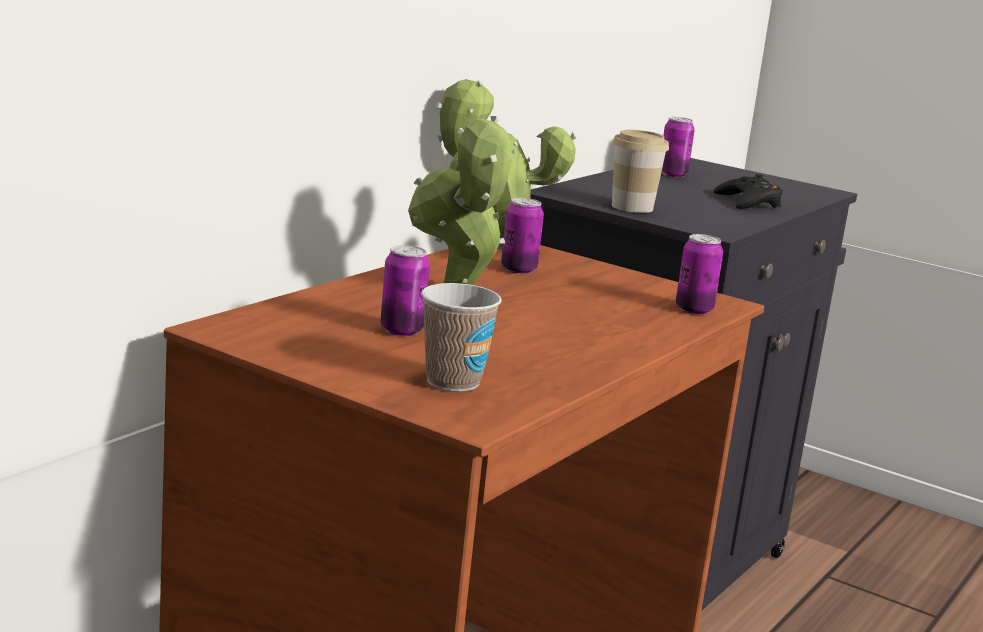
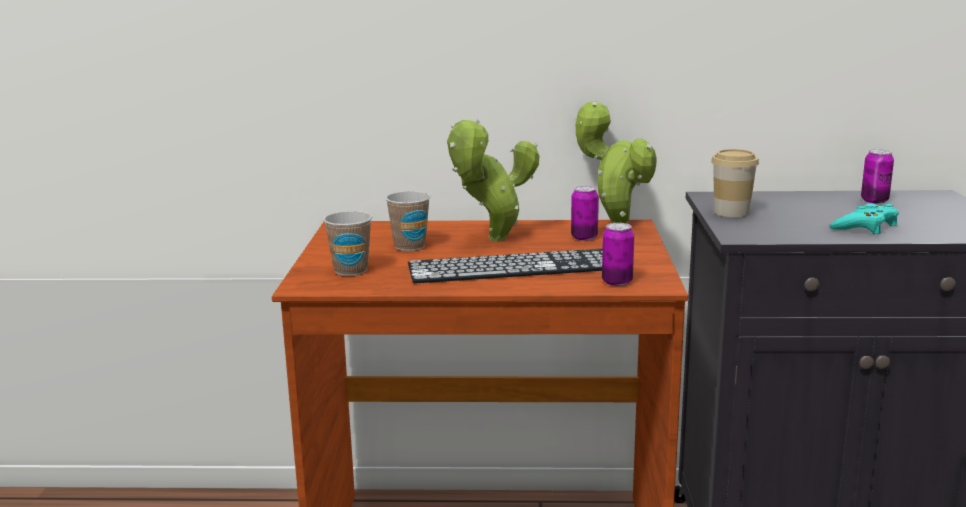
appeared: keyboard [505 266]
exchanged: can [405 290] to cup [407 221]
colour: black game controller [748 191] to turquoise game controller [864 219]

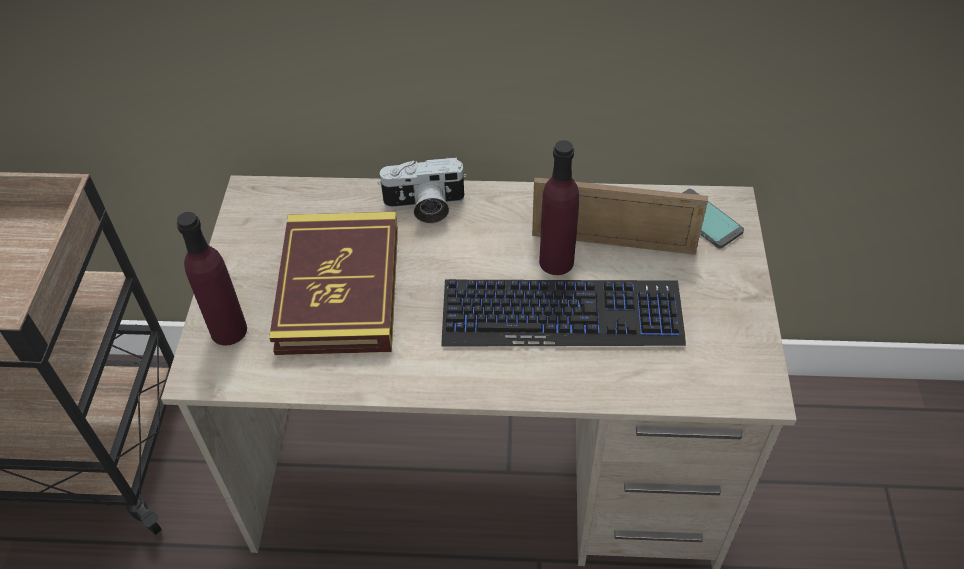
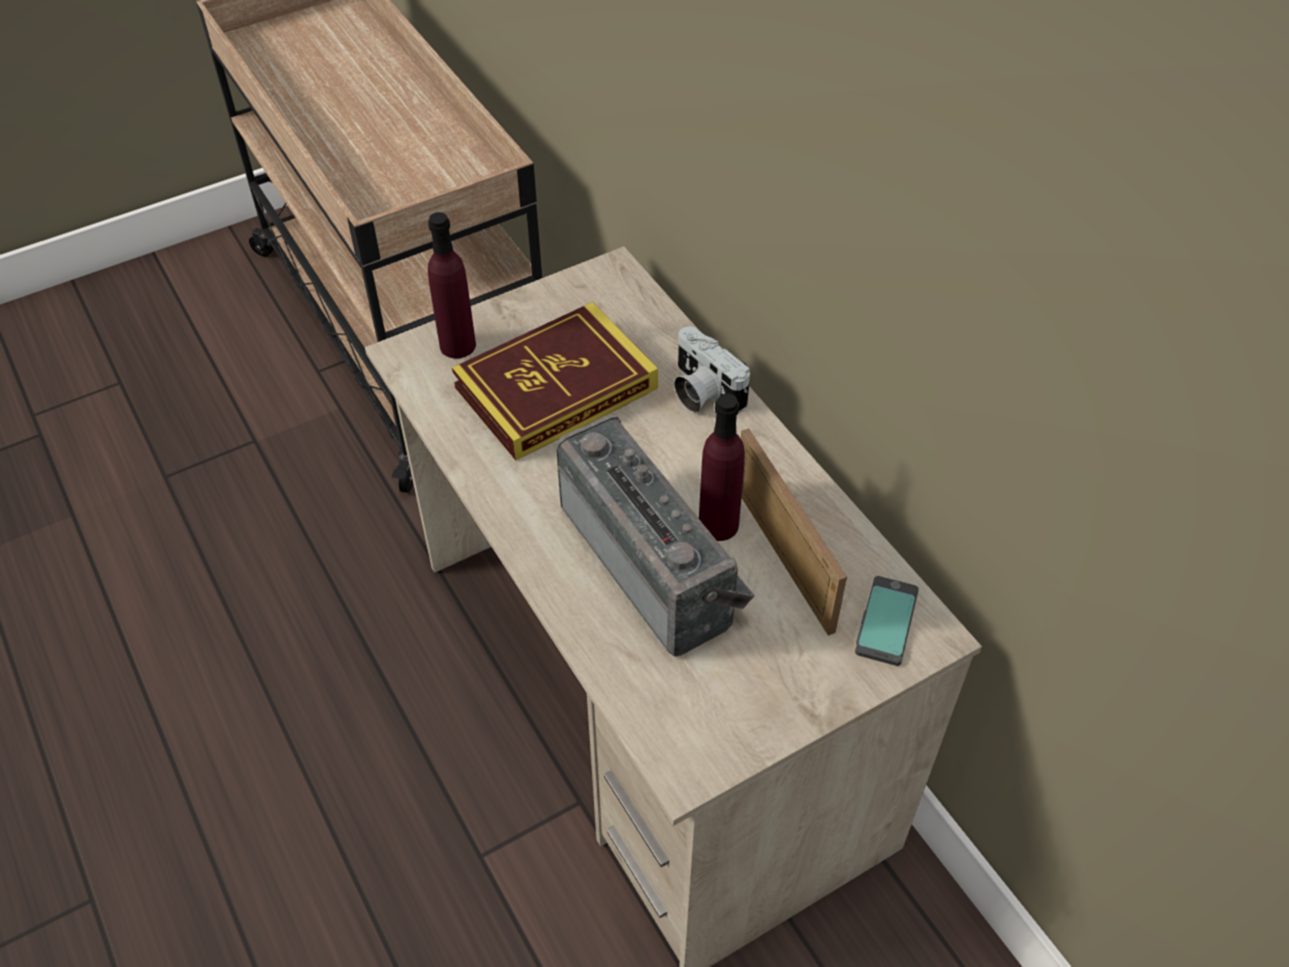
exchanged: keyboard [564 313] to radio [655 536]

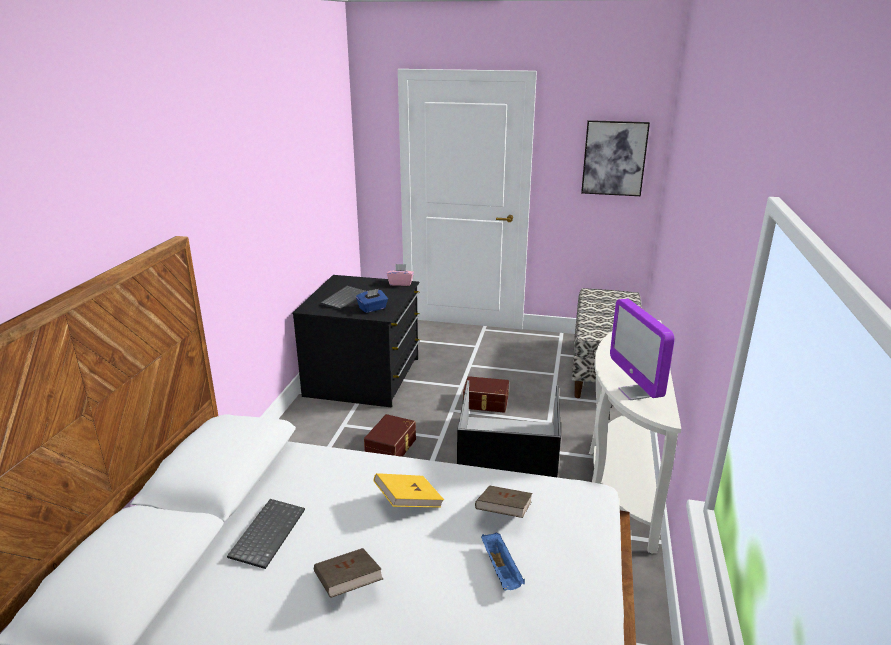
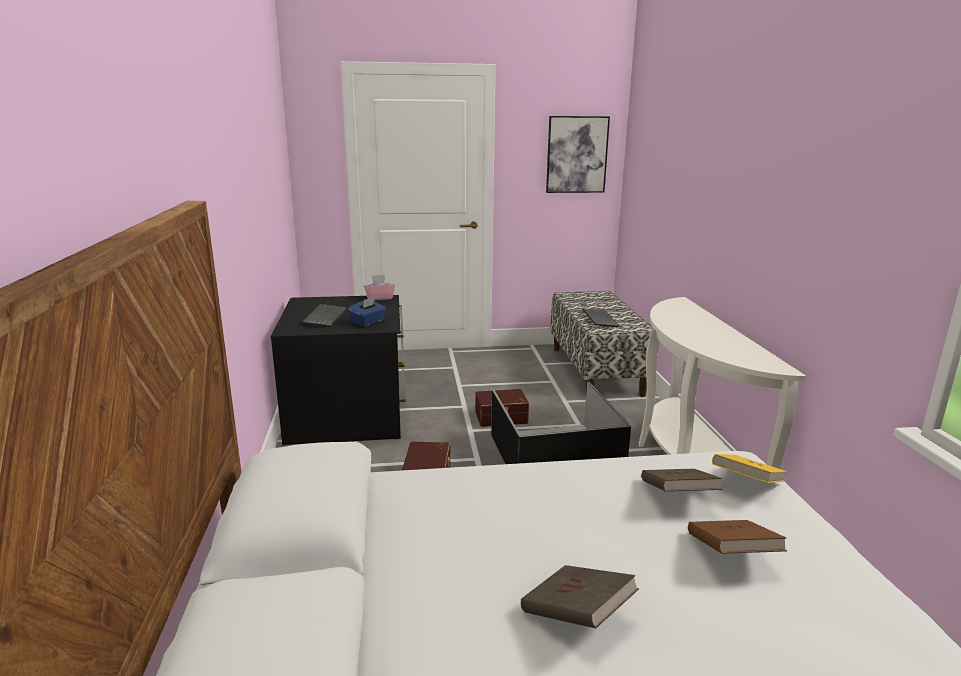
missing: monitor [642 349]
relocated: yellow book [409 490] to [749 468]; keyboard [266 534] to [601 317]
exchanged: blue tray [503 561] to brown book [737 537]

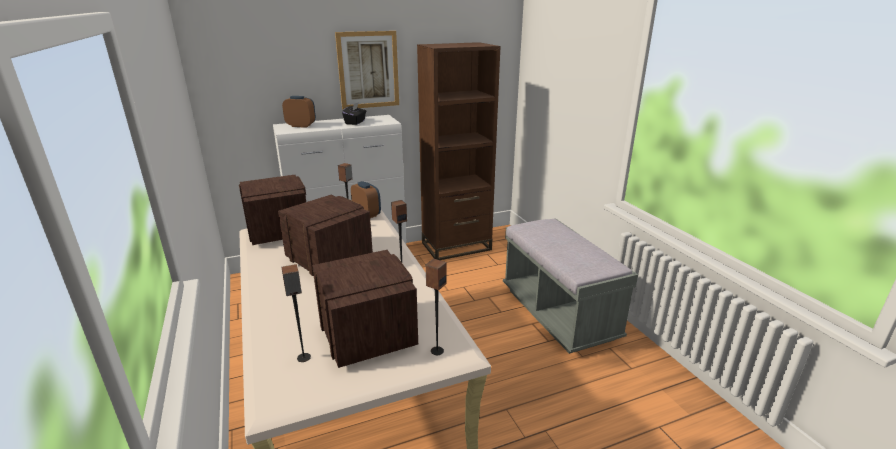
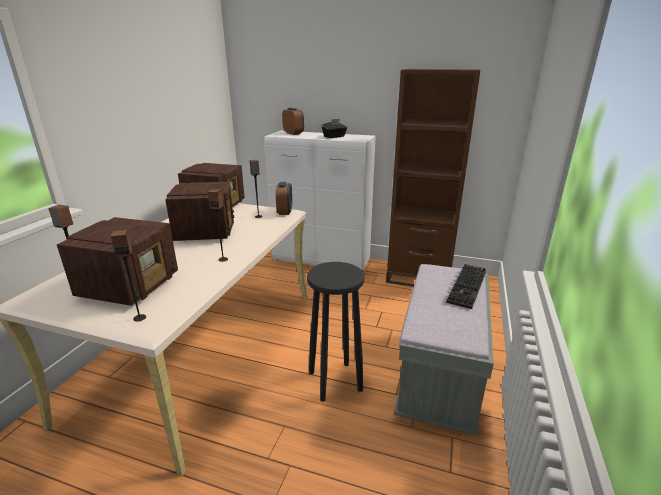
missing: picture [367 70]
appeared: black stool [335 332]; keyboard [466 286]

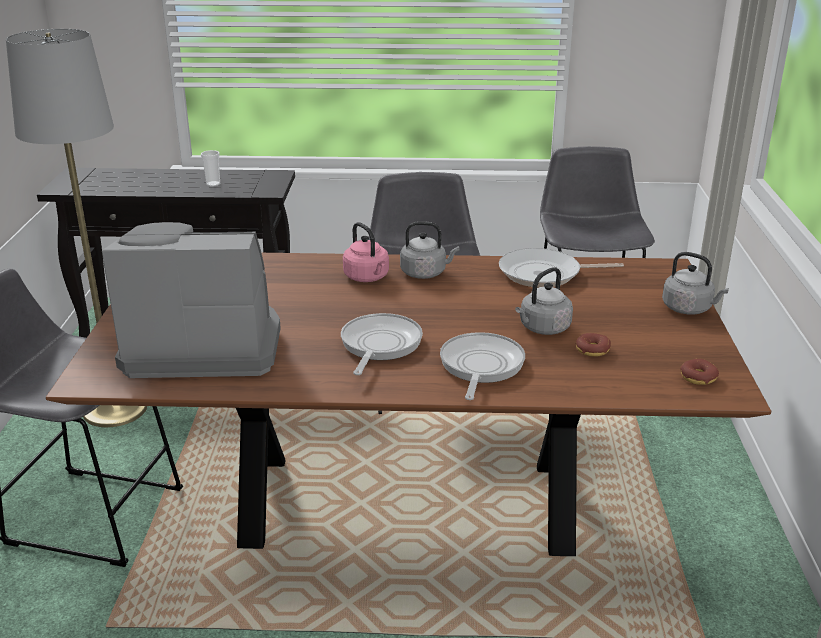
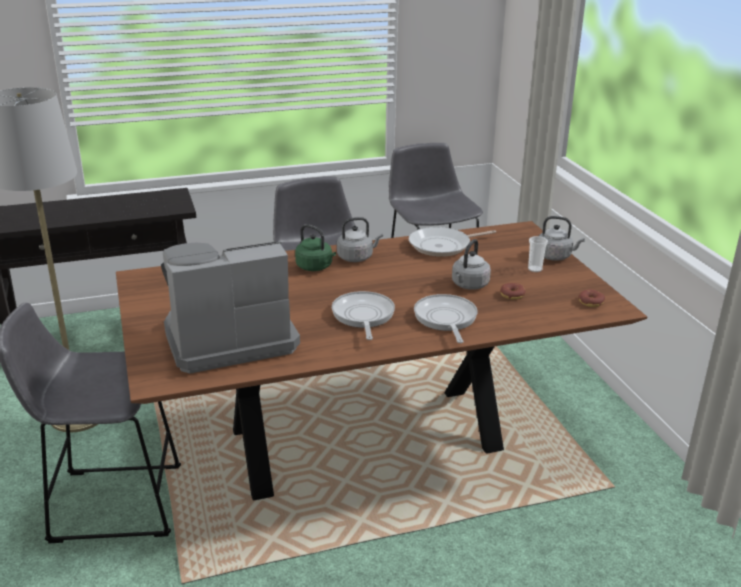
relocated: cup [210 168] to [538 254]
colour: pink kettle [366 252] to green kettle [315 247]

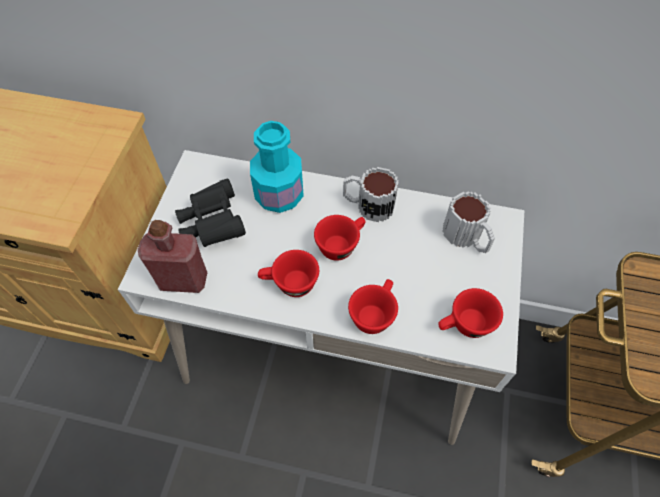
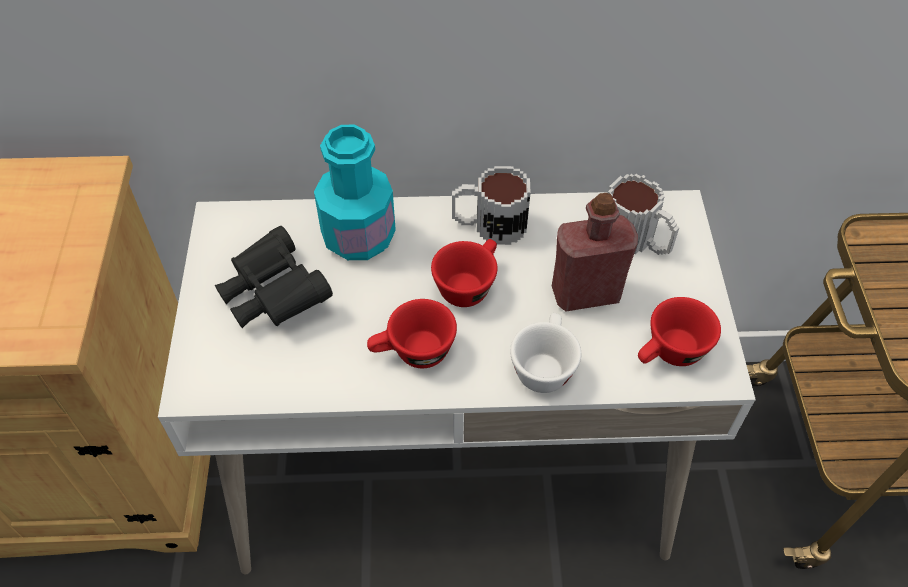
relocated: red bottle [172 256] to [595 252]
colour: red cup [373 306] to white cup [545 353]

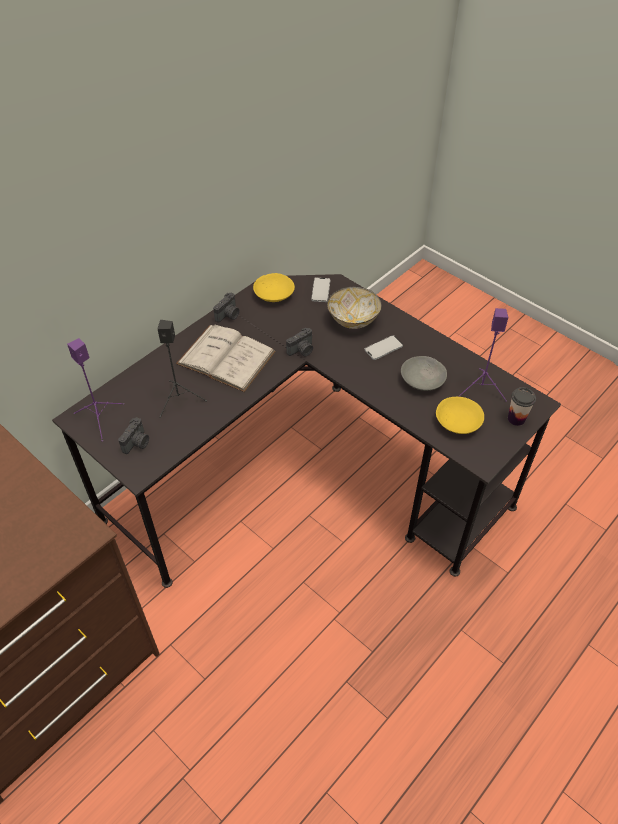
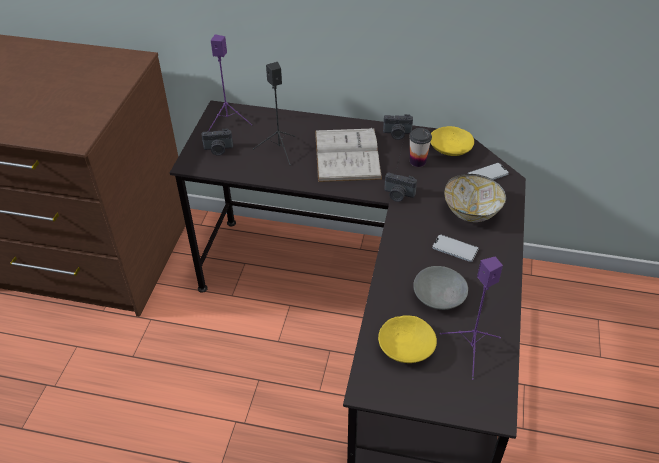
relocated: cup [522 406] to [420 147]

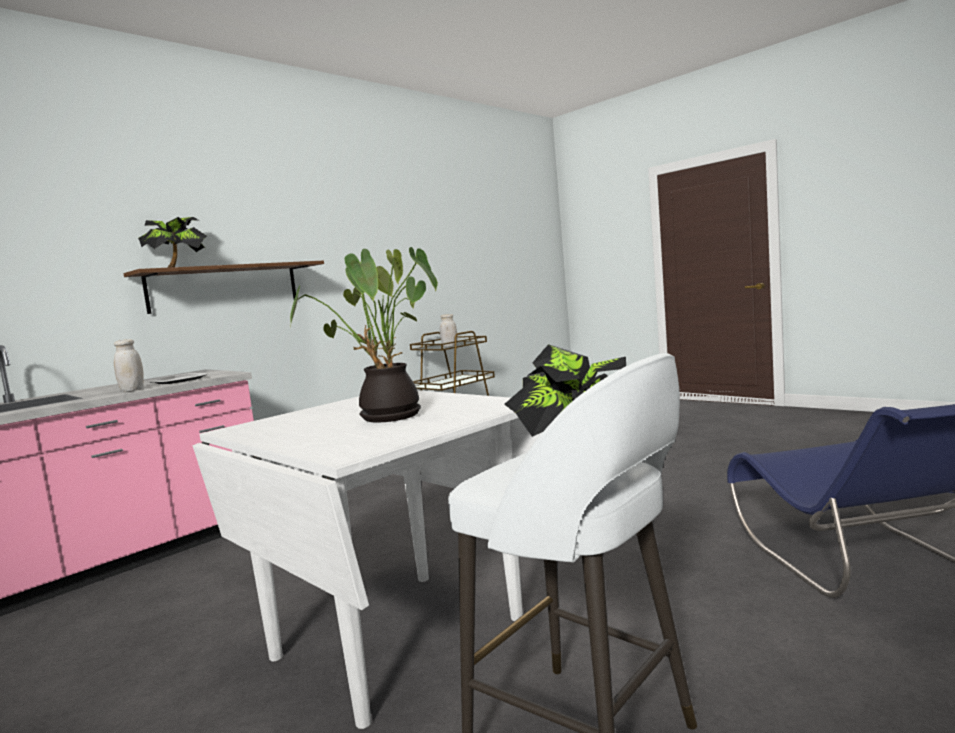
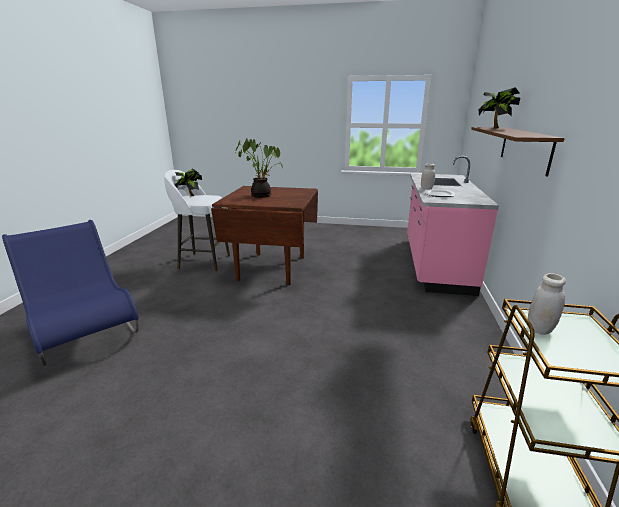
colour: white dining table [367 559] to brown dining table [264 235]

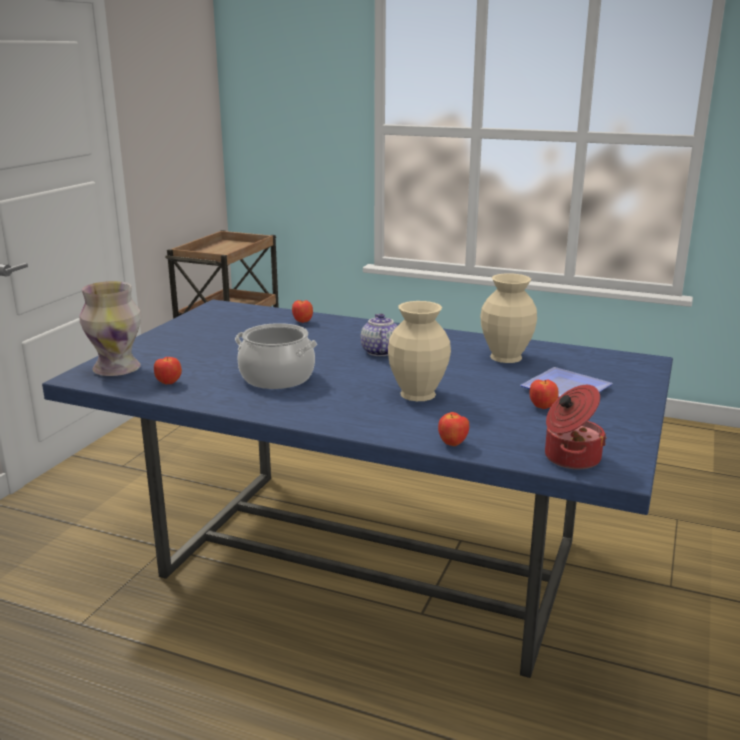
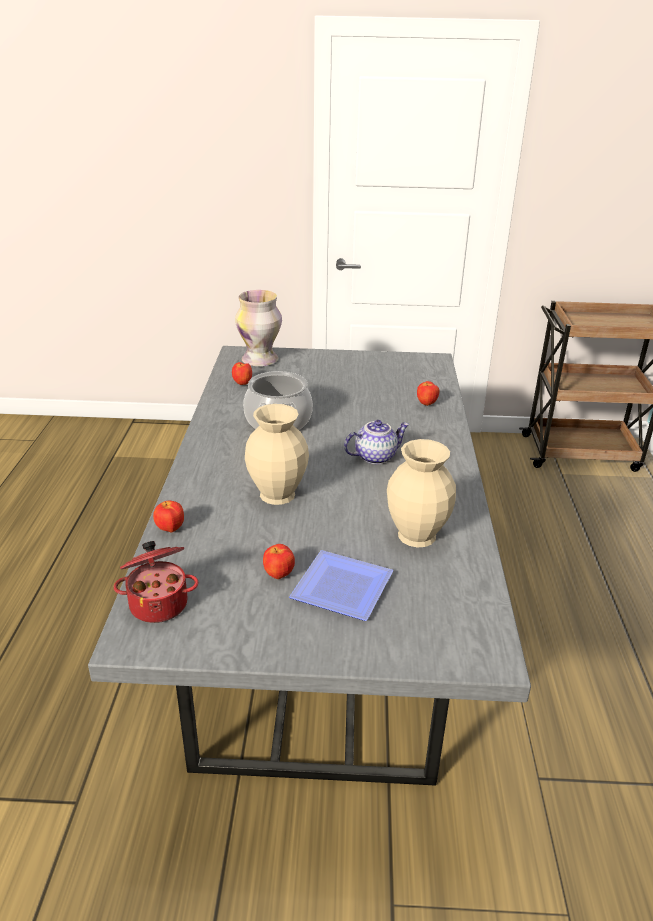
colour: blue dining table [357 489] to grey dining table [309 566]

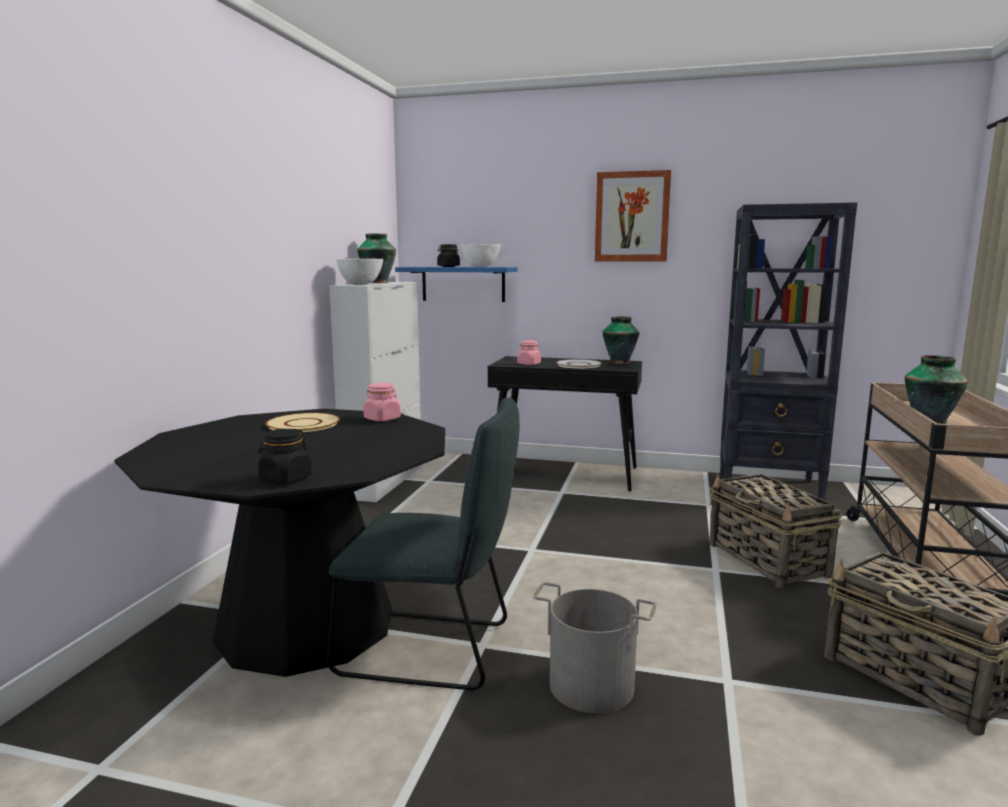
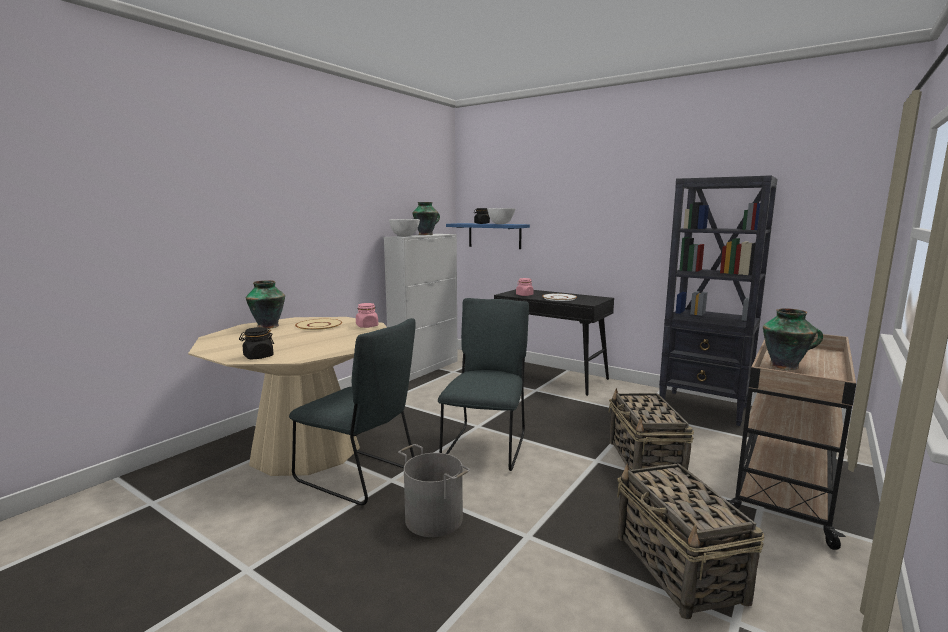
missing: picture [633 216]
appeared: grey chair [483 384]
relocated: vase [621 340] to [265 304]
colour: black dining table [279 543] to beige dining table [287 396]

